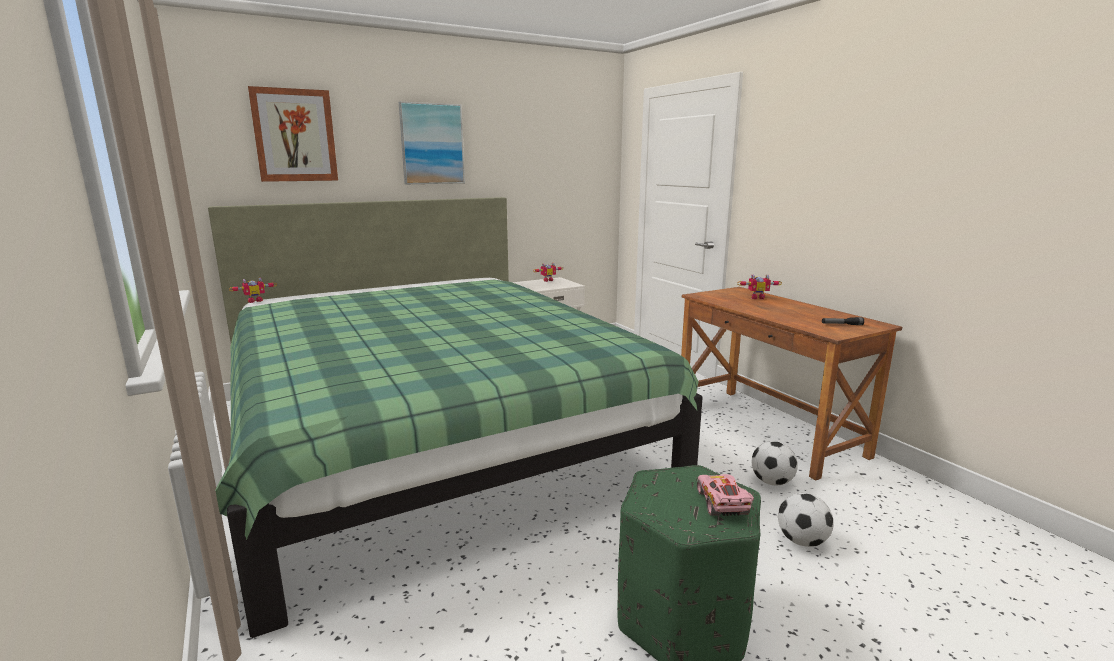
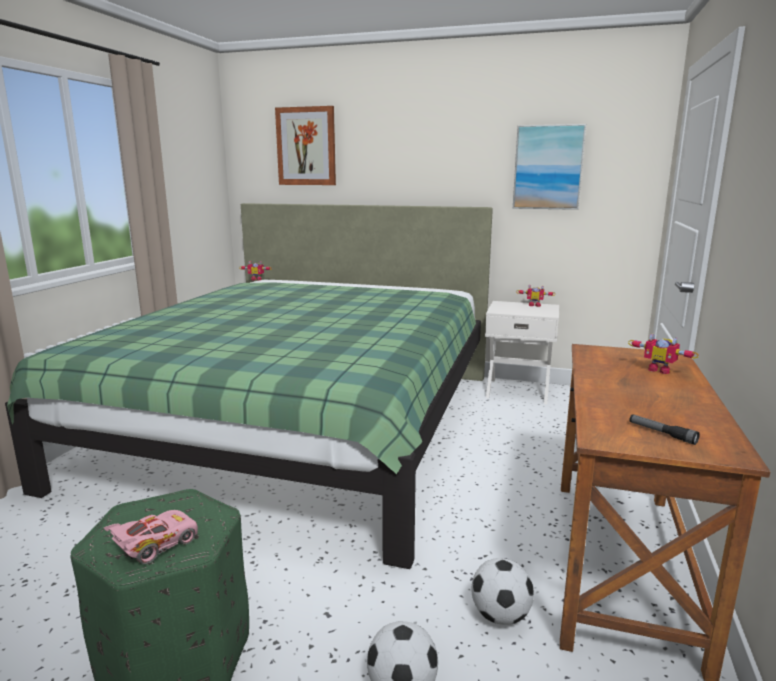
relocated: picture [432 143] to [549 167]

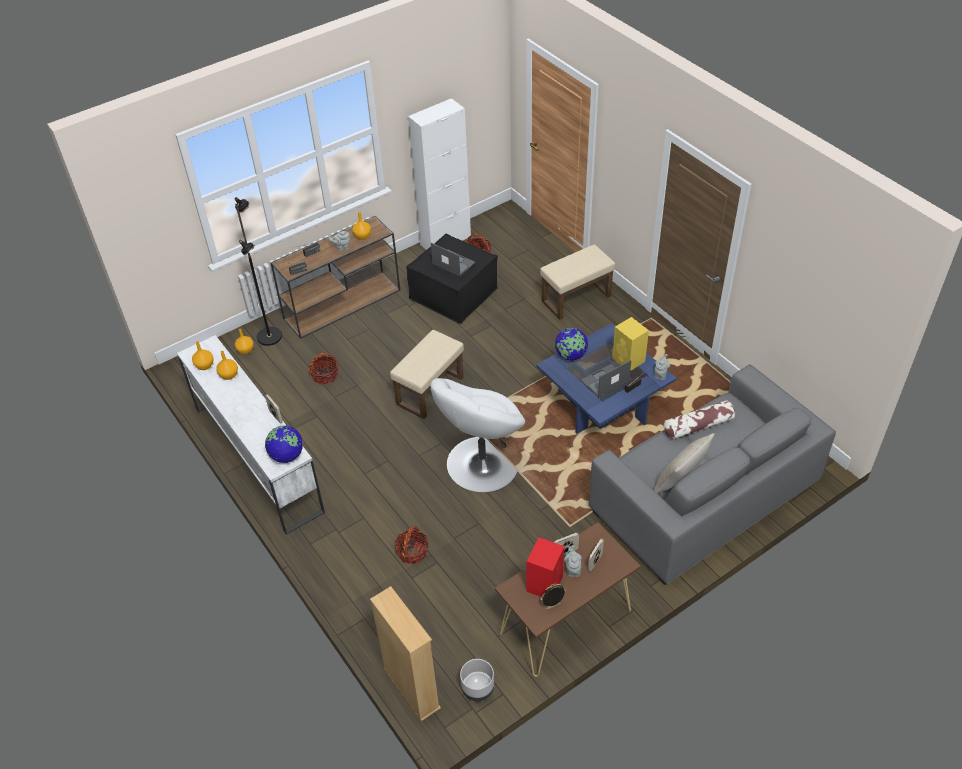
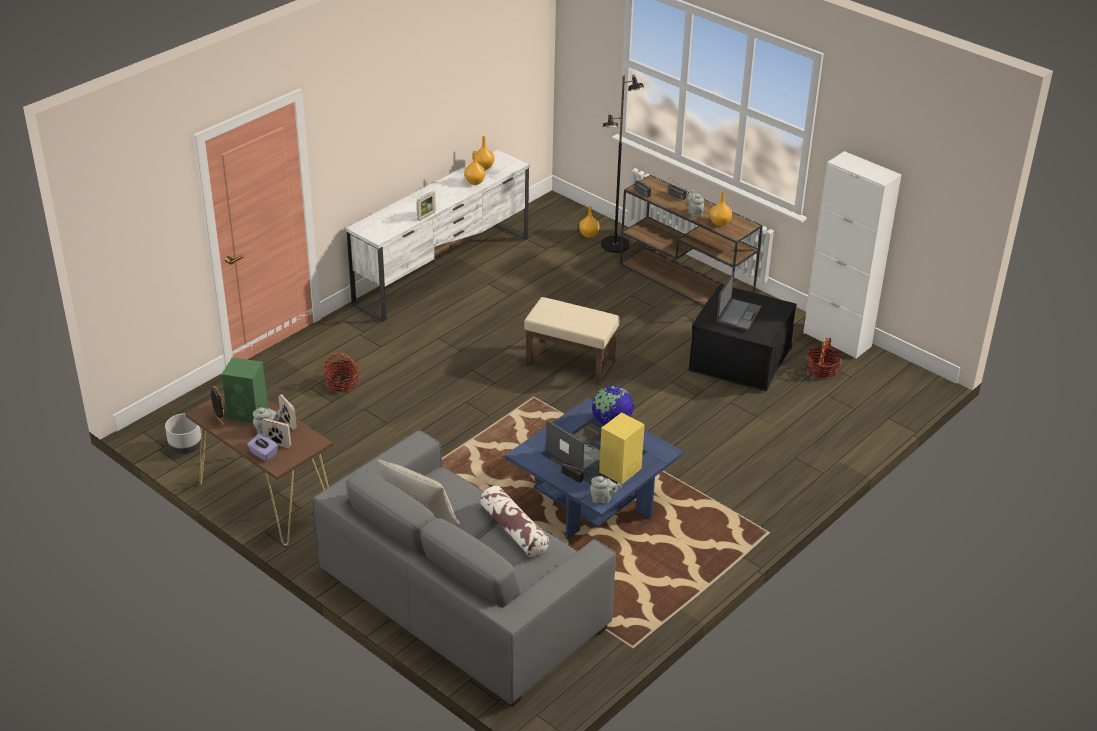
missing: beige ottoman [577 282]; basket [323 368]; white armchair [478 435]; globe [284 444]; beige bookcase [405 653]
appeared: purple tissue box [262 448]
colour: red speaker [545 567] to green speaker [244 390]

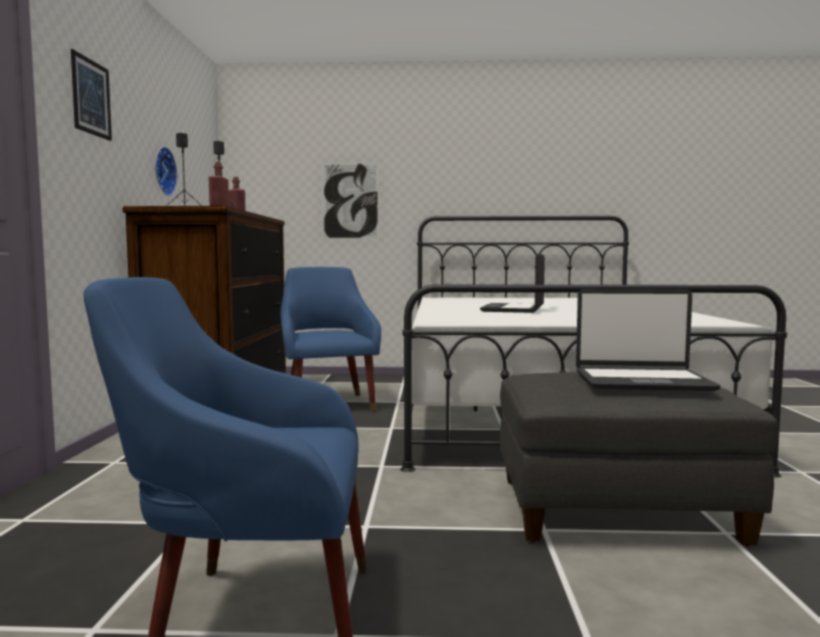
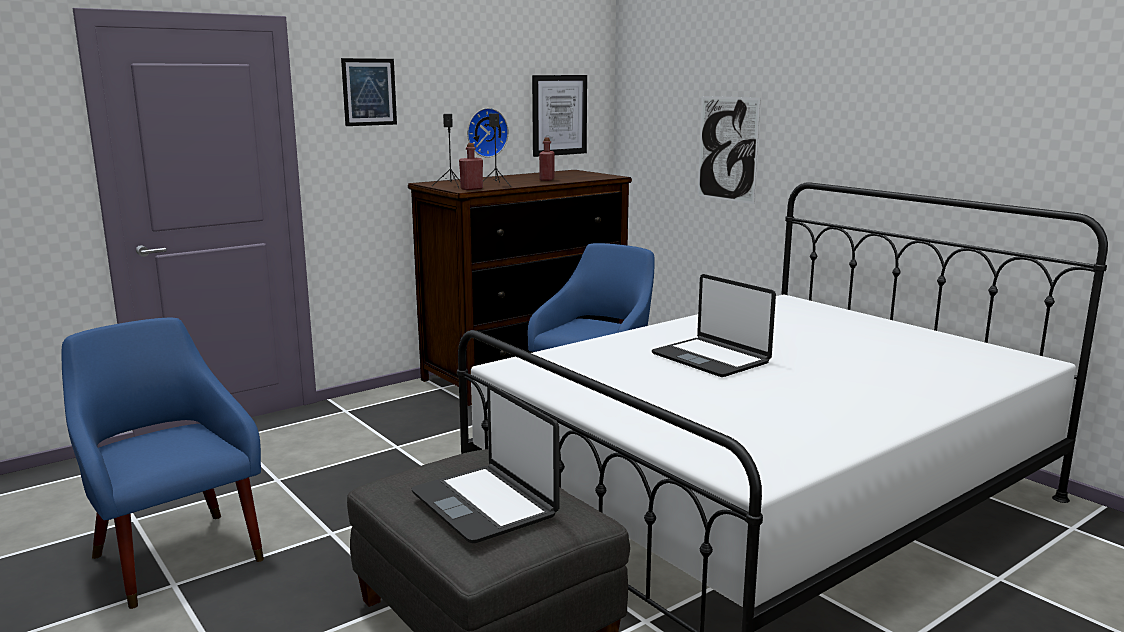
appeared: picture [559 116]
spun: laptop [512 283] = [714 325] 105 degrees counterclockwise

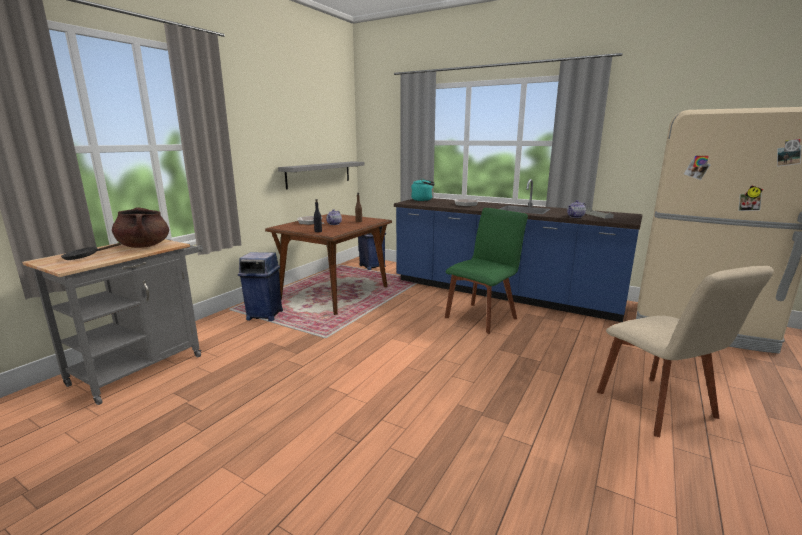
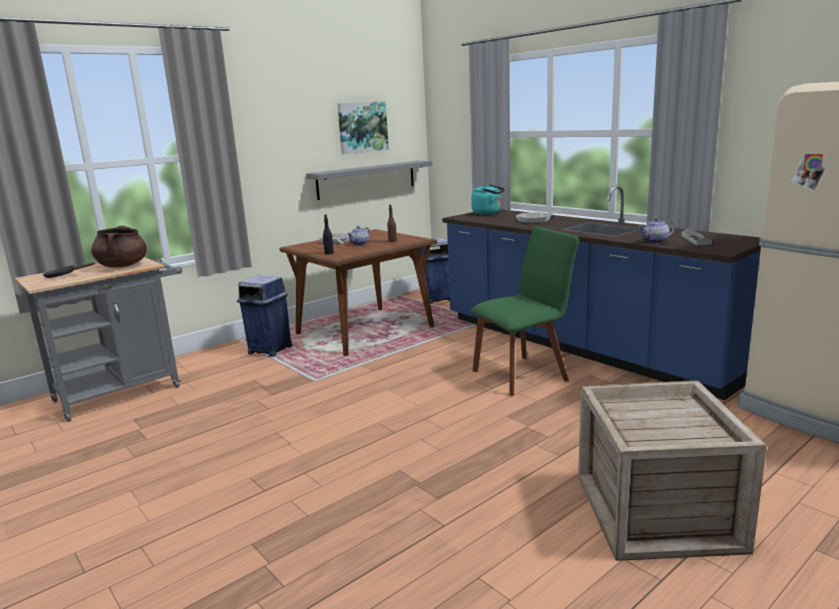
appeared: picture [363 127]
exchanged: beige chair [685 351] to crate [672 470]

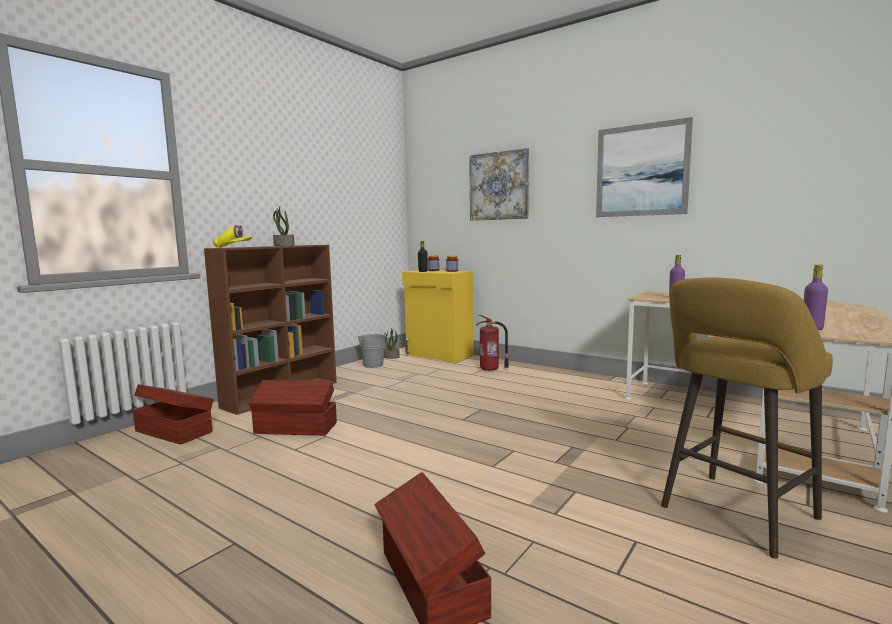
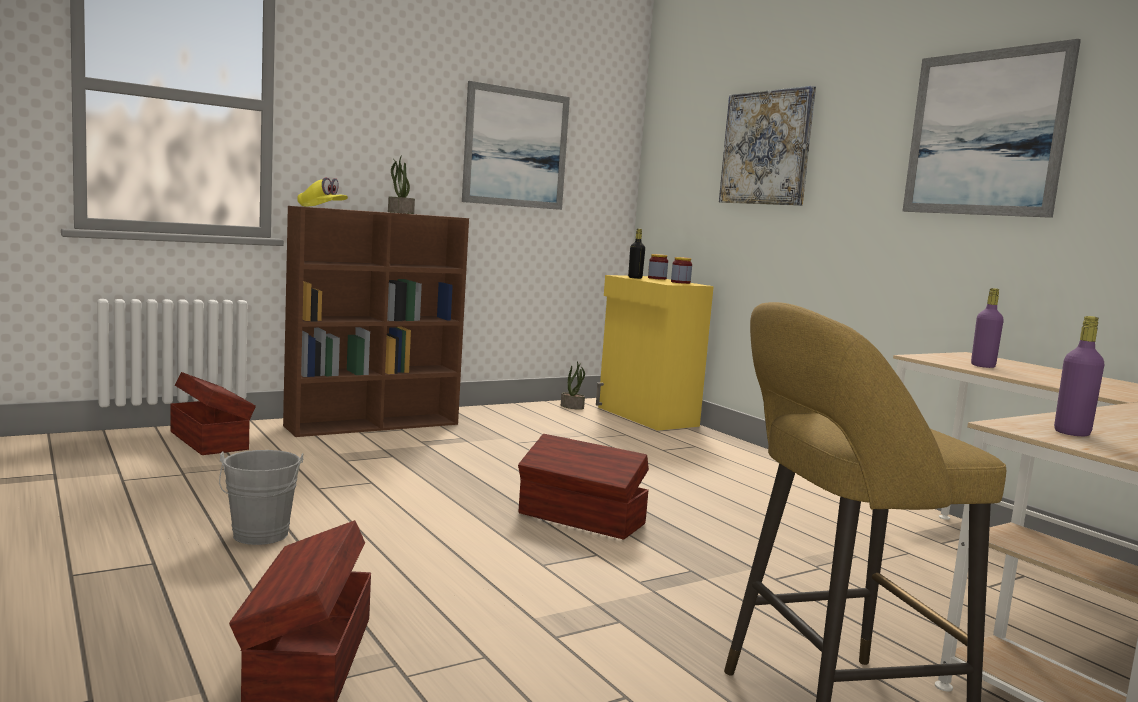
missing: fire extinguisher [492 343]
appeared: picture [516 145]
relocated: grey bucket [373 350] to [261 497]; brown storage box [293 408] to [583 486]

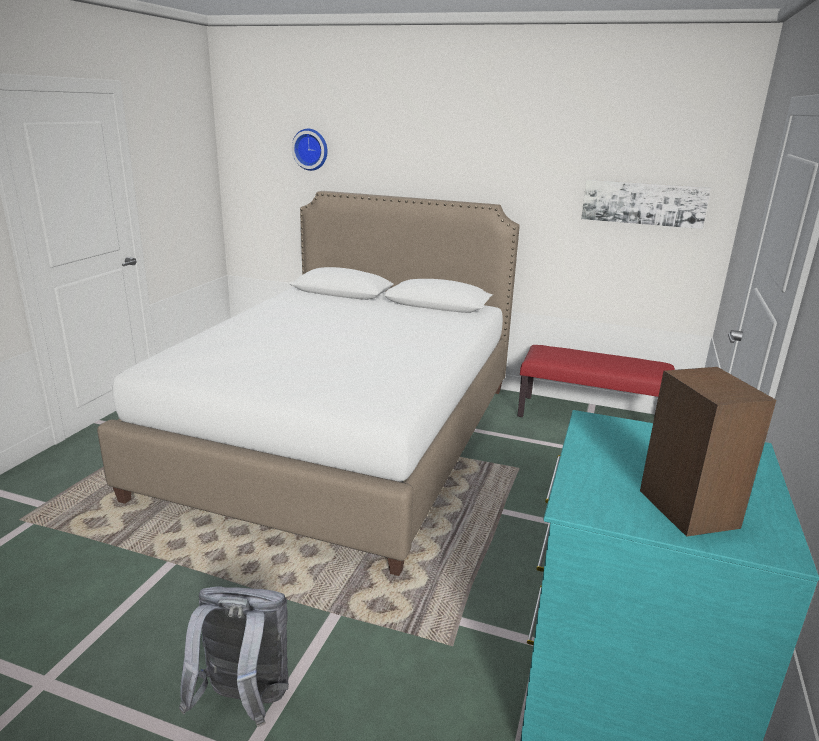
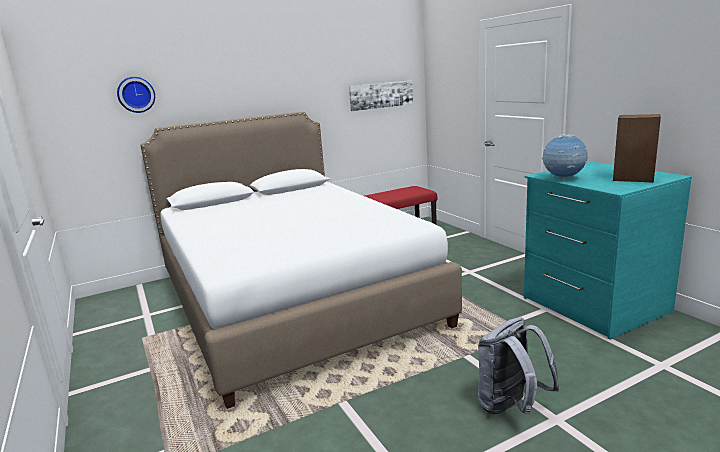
appeared: globe [565 156]

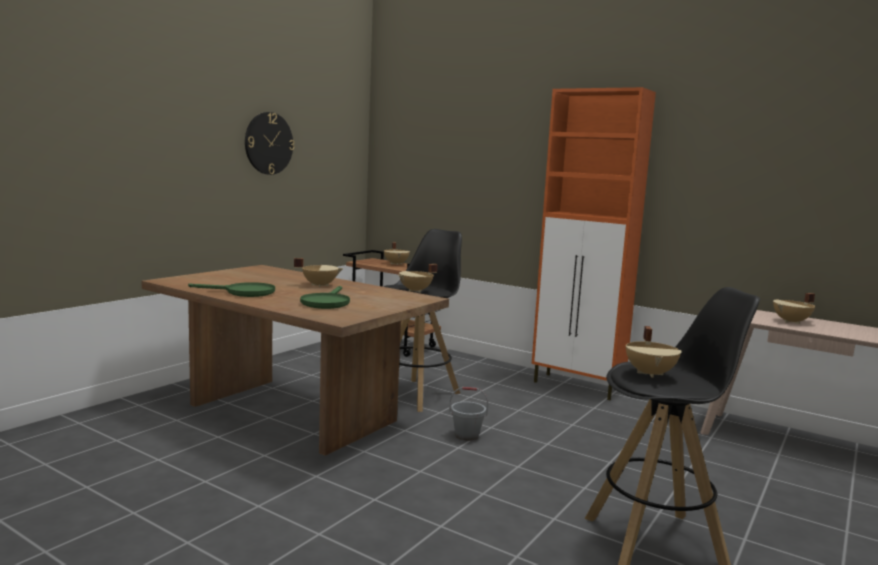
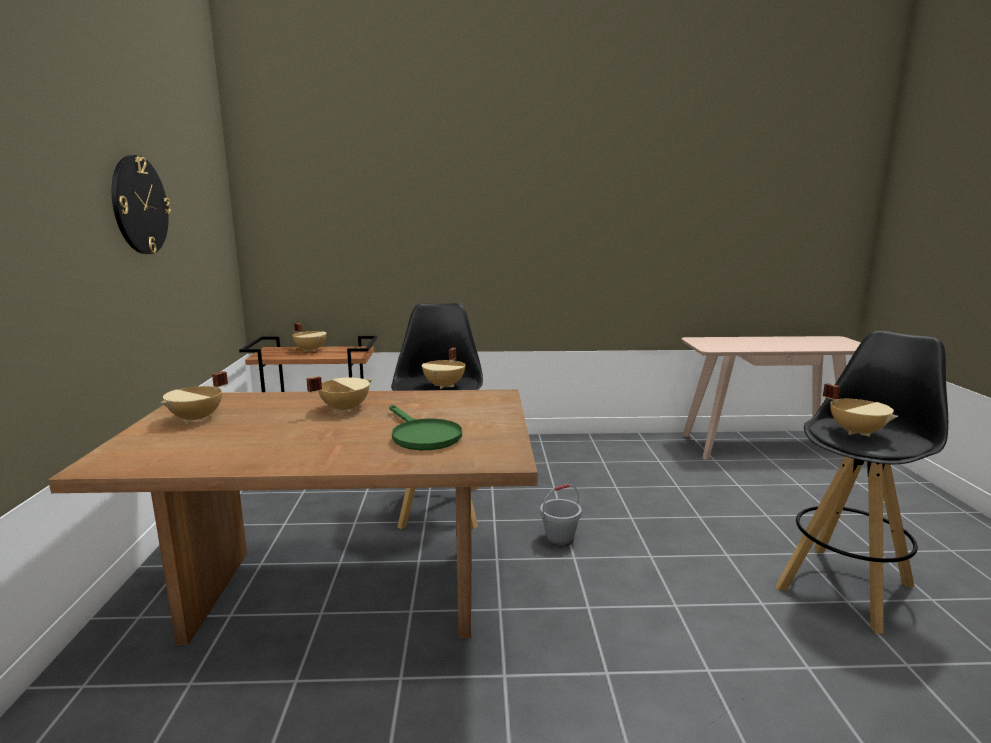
missing: orange cabinet [594 243]; green frying pan [231 289]
relocated: beige cooking pot [794 308] to [194 397]

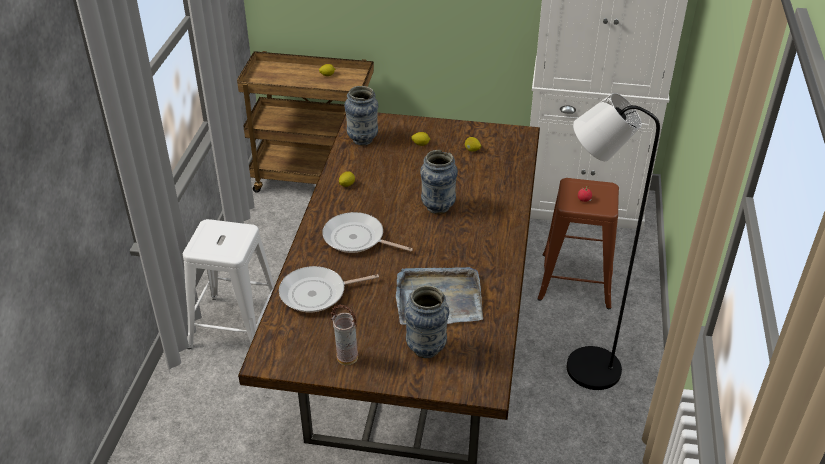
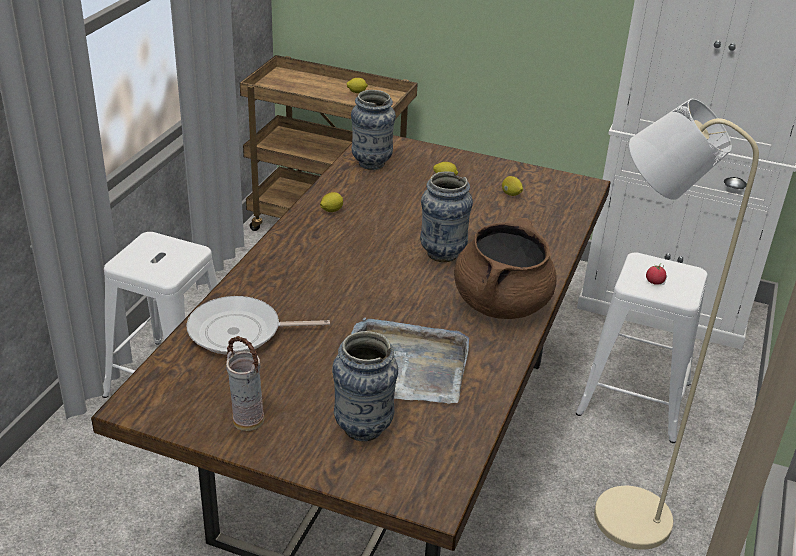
missing: frying pan [367 232]
appeared: brown cooking pot [505 268]
colour: black floor lamp [613 241] to beige floor lamp [676 324]; brown stool [578 243] to white stool [642 348]

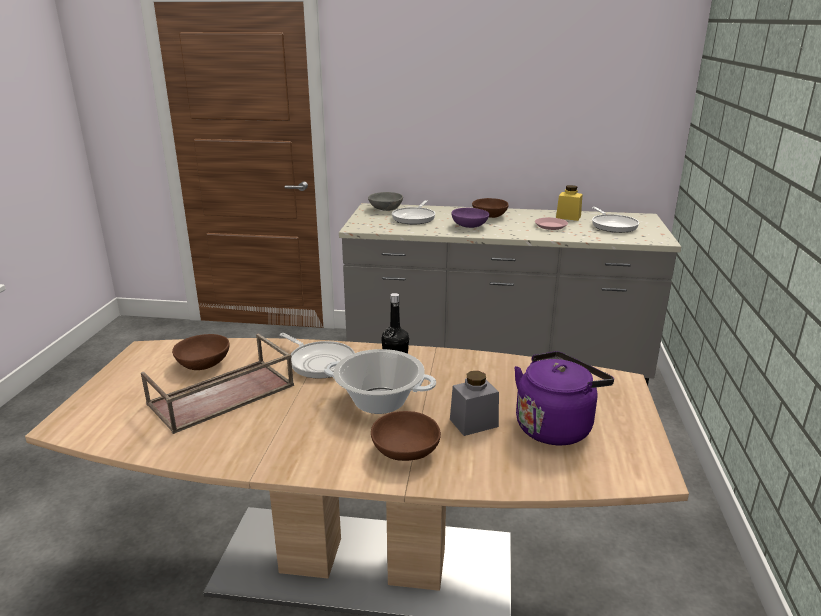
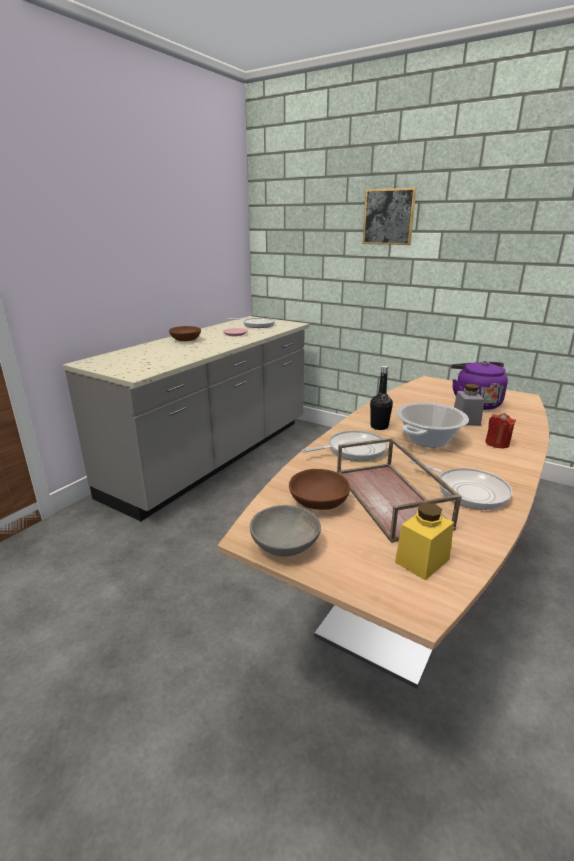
missing: purple bowl [470 218]
appeared: picture [389 216]
relocated: yellow jar [569 203] to [424 541]; grey bowl [385 201] to [285 530]; frying pan [413 212] to [461 484]
exchanged: brown bowl [406 436] to red candle [500 430]

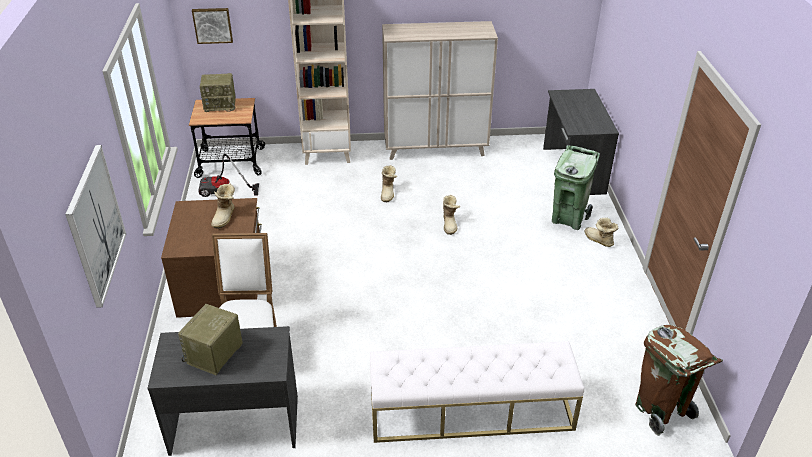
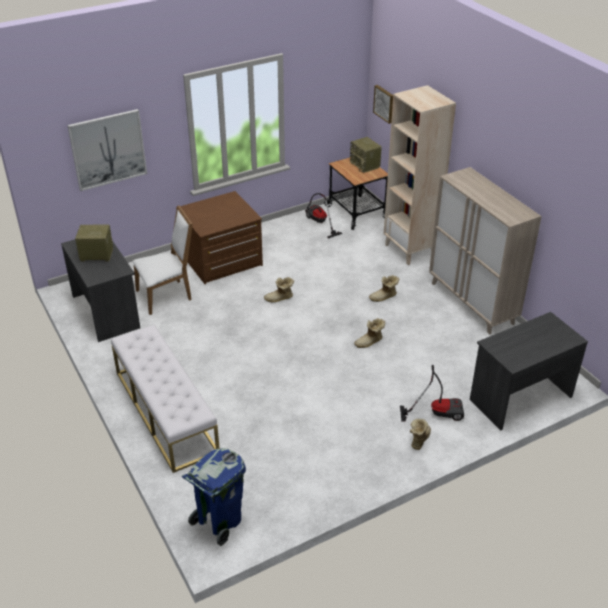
relocated: boot [223 206] to [279 289]
exchanged: green trash can [576 187] to vacuum cleaner [432 393]
colour: brown trash can [679 380] to blue trash can [214 497]

